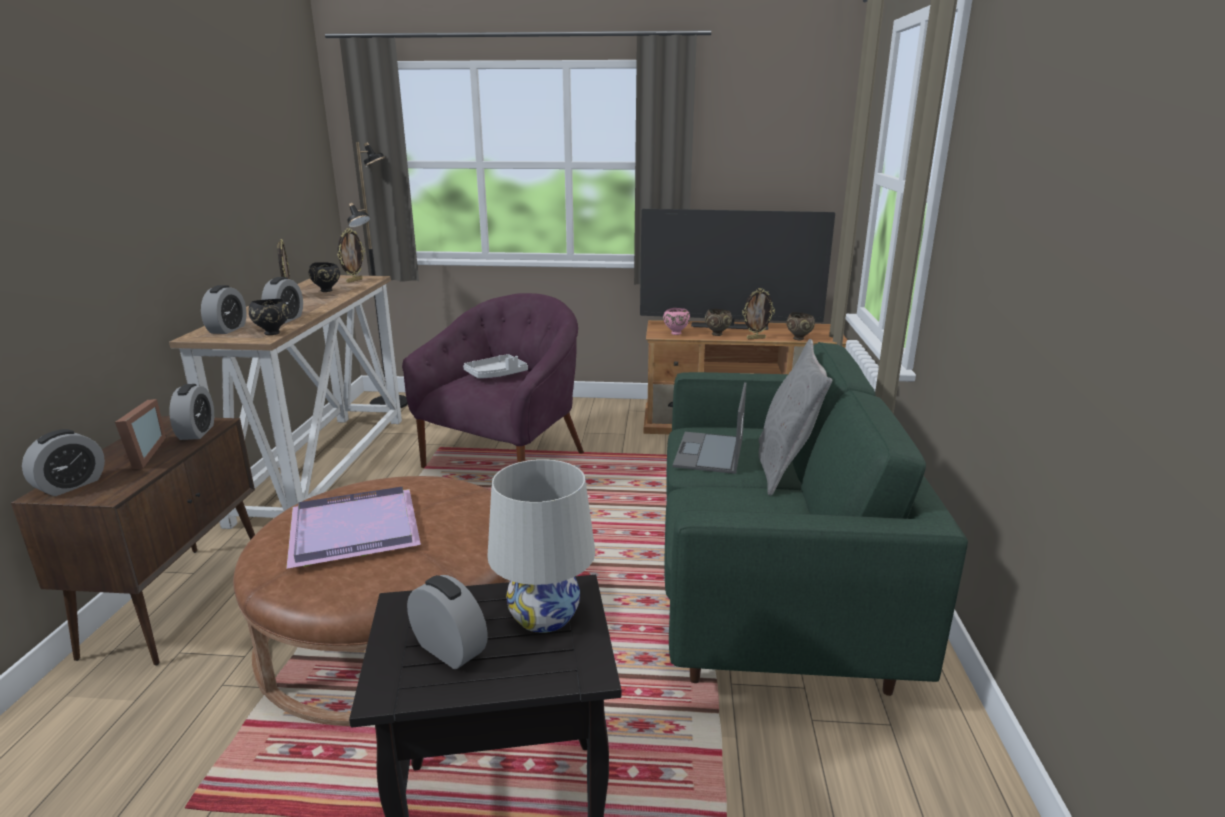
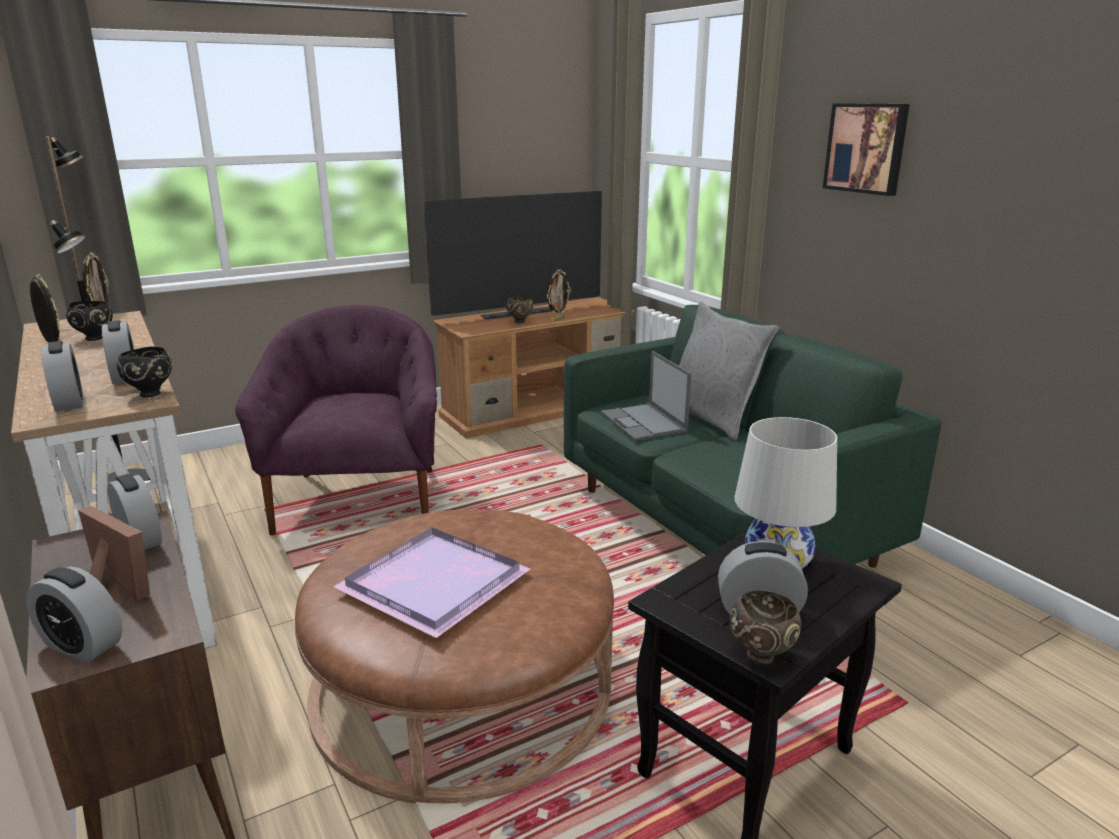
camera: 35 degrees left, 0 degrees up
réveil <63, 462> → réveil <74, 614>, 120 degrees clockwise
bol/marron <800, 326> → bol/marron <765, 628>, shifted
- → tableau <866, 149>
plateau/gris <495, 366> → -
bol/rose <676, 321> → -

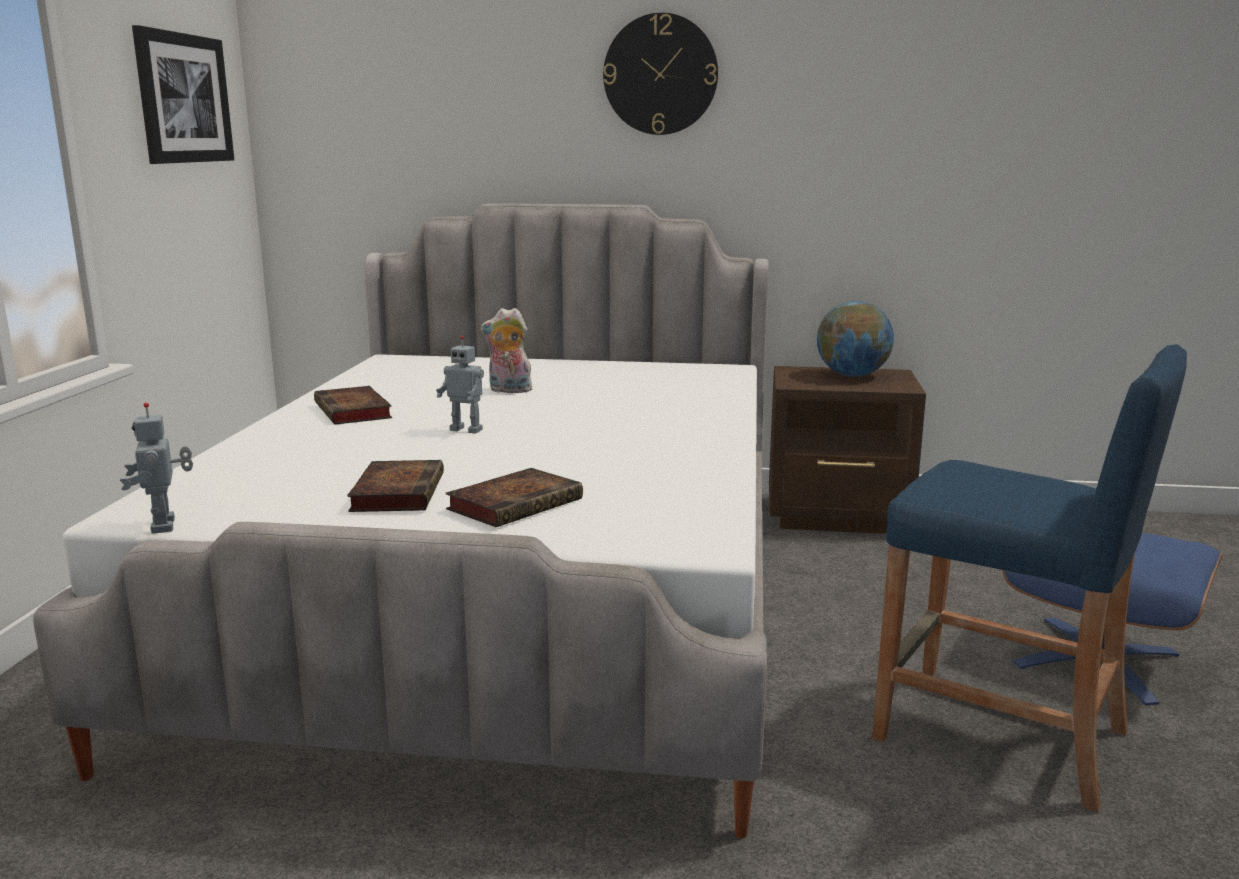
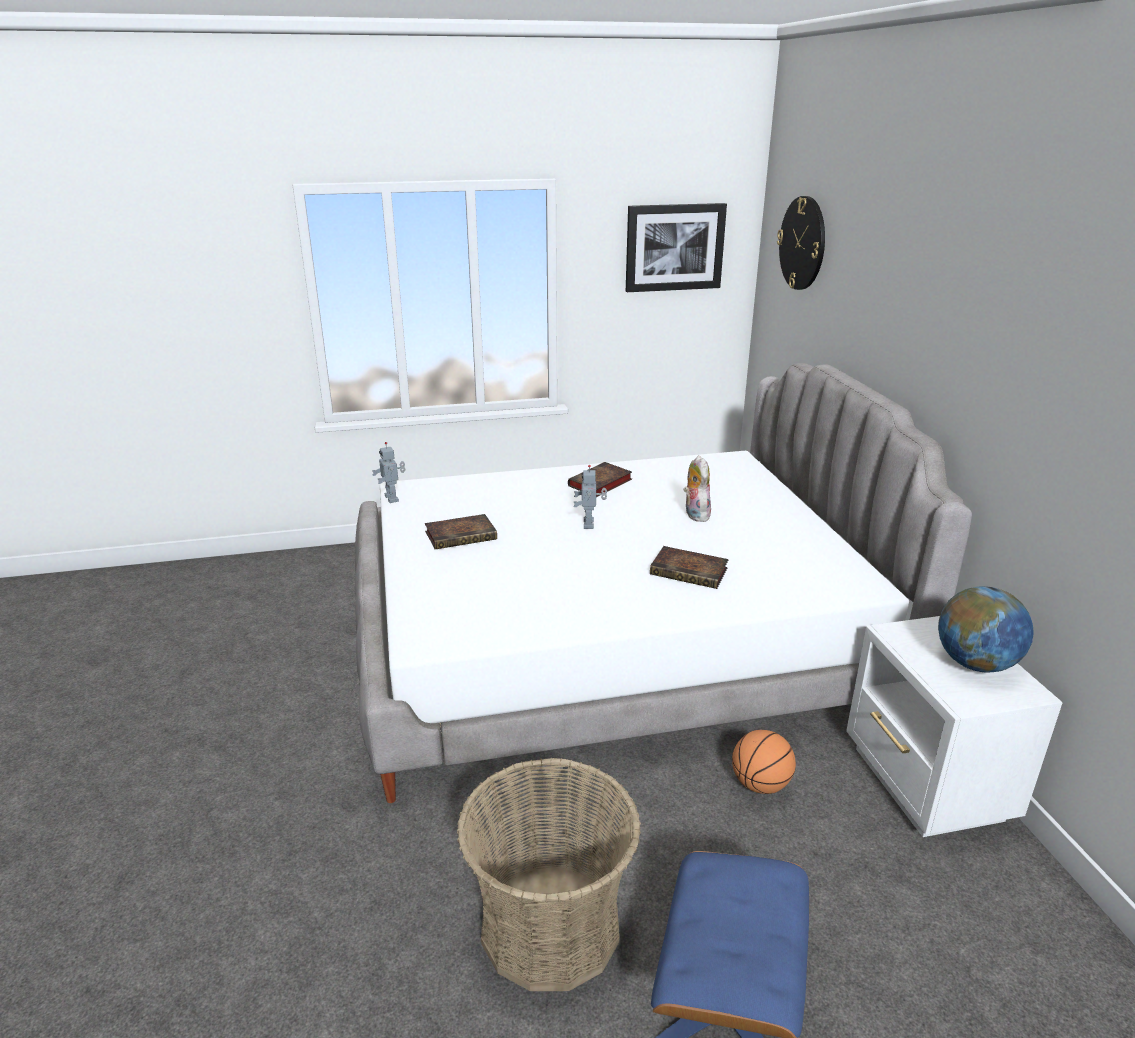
camera: 70 degrees right, 10 degrees up
robot jouet <156, 468> → robot jouet <388, 472>, 75 degrees counterclockwise
tabouret/bleu <1029, 578> → panier <549, 874>
livre <514, 497> → livre <689, 567>, shifted
- → ballon de basket <764, 762>
horloge murale <660, 74> → horloge murale <801, 243>, shifted
table de chevet/marron <847, 450> → table de chevet/blanc <954, 726>

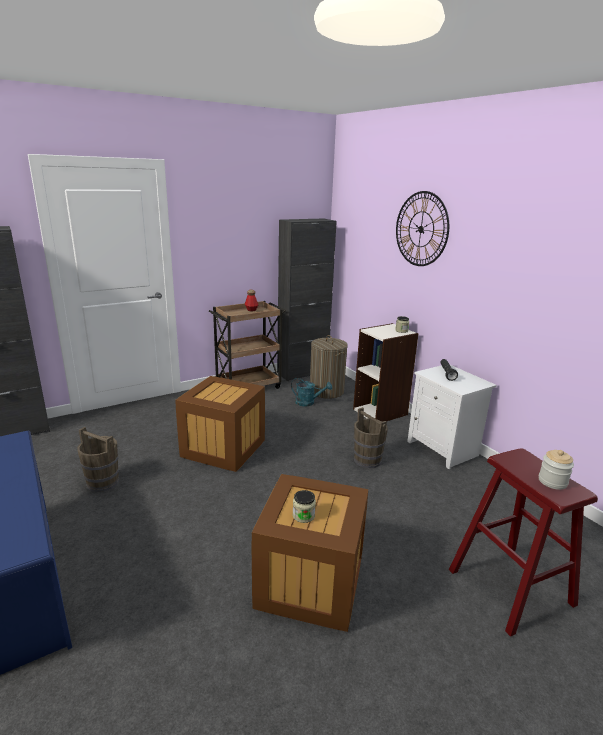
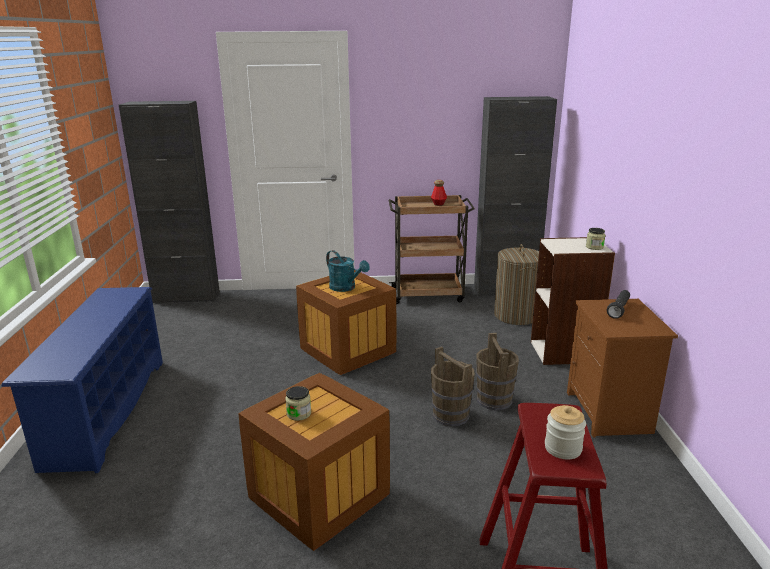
camera: 30 degrees right, 0 degrees up
arrosoir/turquoise <311, 392> → arrosoir/turquoise <348, 271>, shifted
seau/marron <98, 459> → seau/marron <453, 386>, shifted
table de chevet/blanc <452, 417> → table de chevet/marron <622, 368>
horloge murale <422, 228> → -

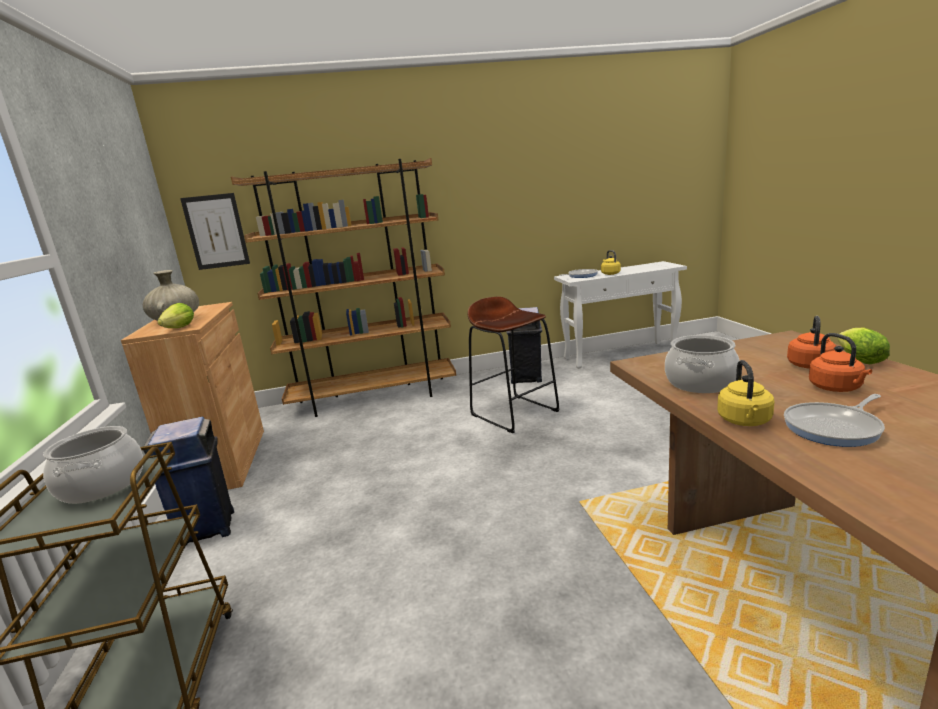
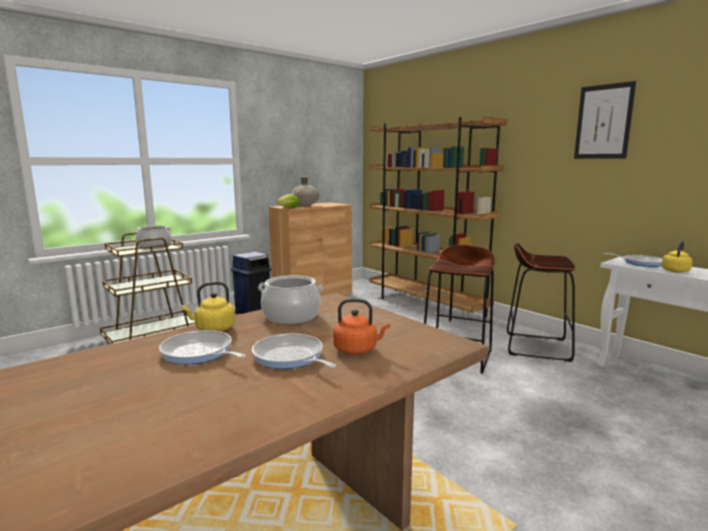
camera: 60 degrees right, 5 degrees down
bouilloire/orange <840, 362> → poêle <294, 351>
poubelle/bleu <524, 345> → tabouret/marron <541, 302>
tableau <215, 231> → tableau <605, 120>, shifted
laitue <863, 346> → -

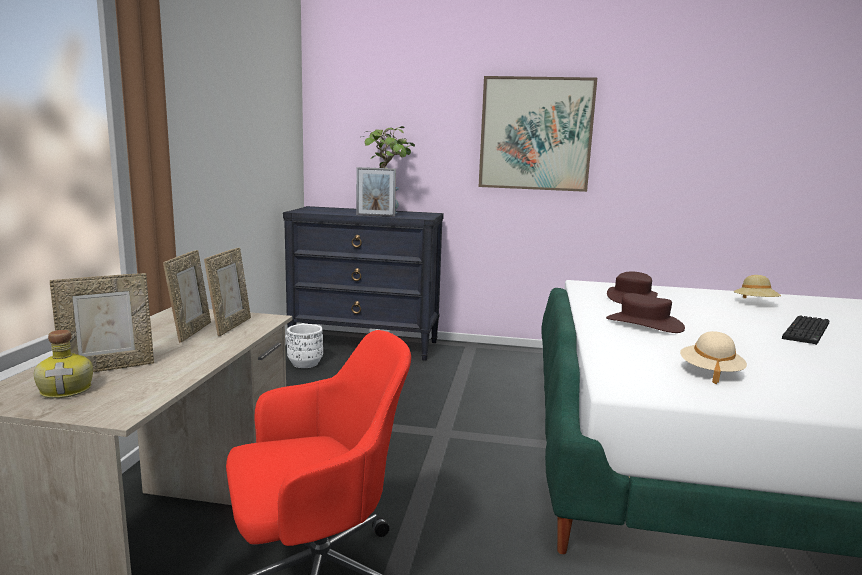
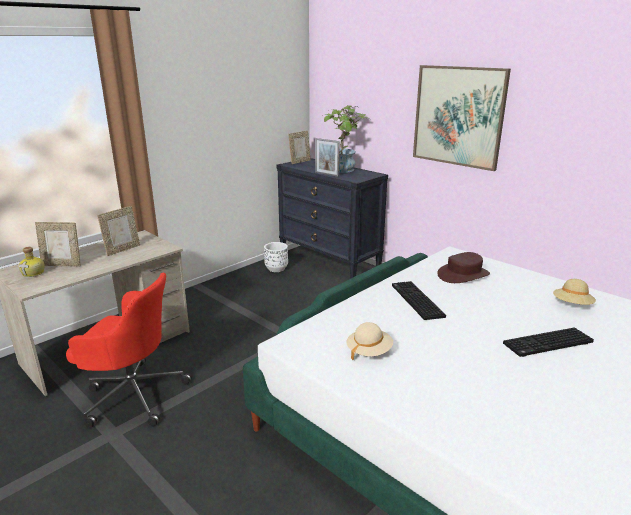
camera: 35 degrees right, 10 degrees up
cadre photo <227, 291> → cadre photo <299, 147>, shifted
chapeau/marron <645, 313> → clavier <419, 300>

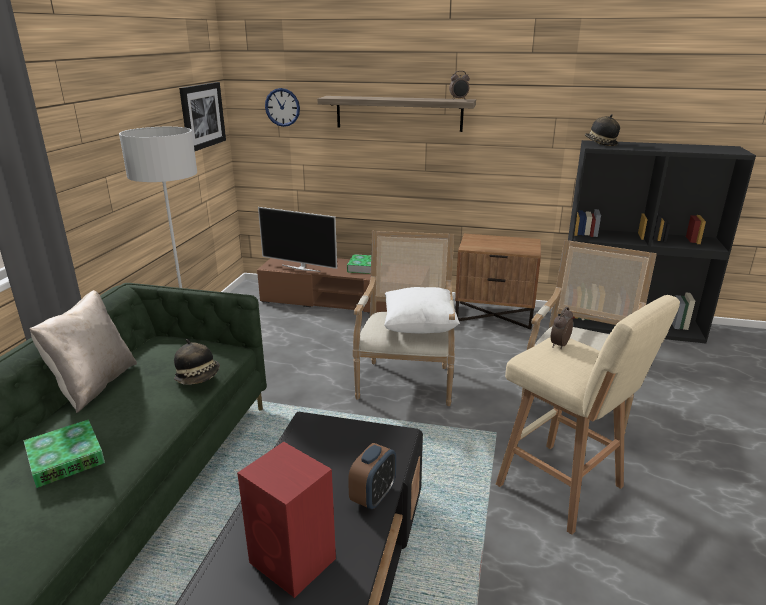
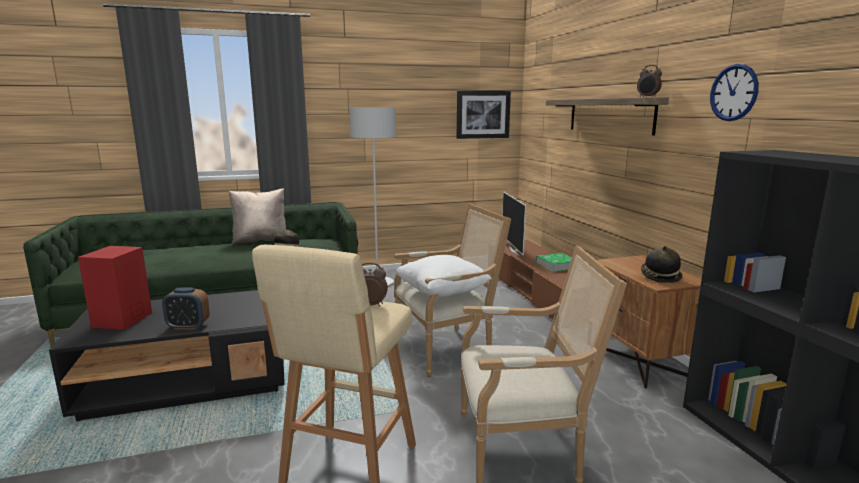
camera: 60 degrees right, 10 degrees down
chapeau <602, 130> → chapeau <661, 264>, shifted
horloge murale <282, 107> → horloge murale <734, 92>, shifted
livre <64, 453> → -

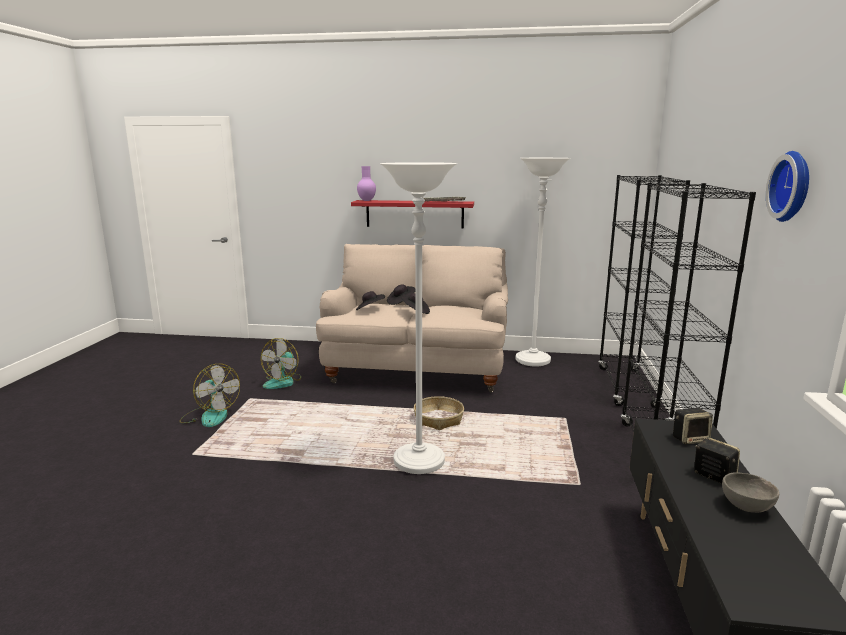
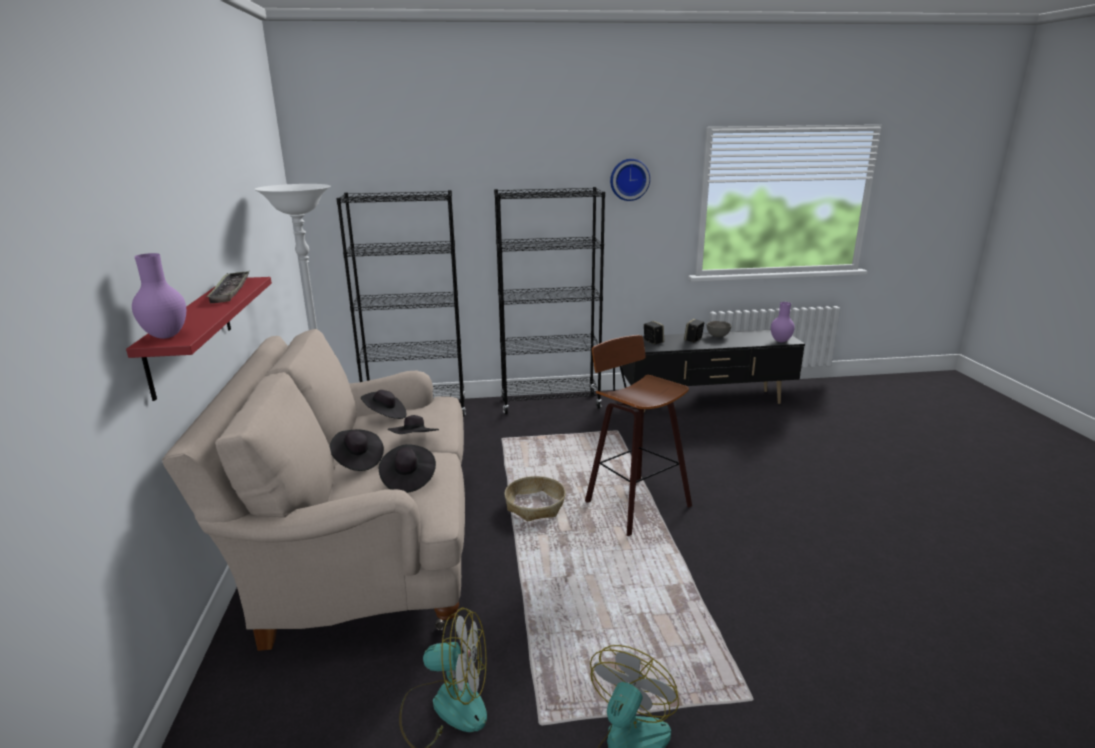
camera: 105 degrees left, 5 degrees up
- → chapeau/noir <384, 404>
lampadaire/blanc <418, 318> → tabouret <638, 435>
- → vase/violet <783, 322>

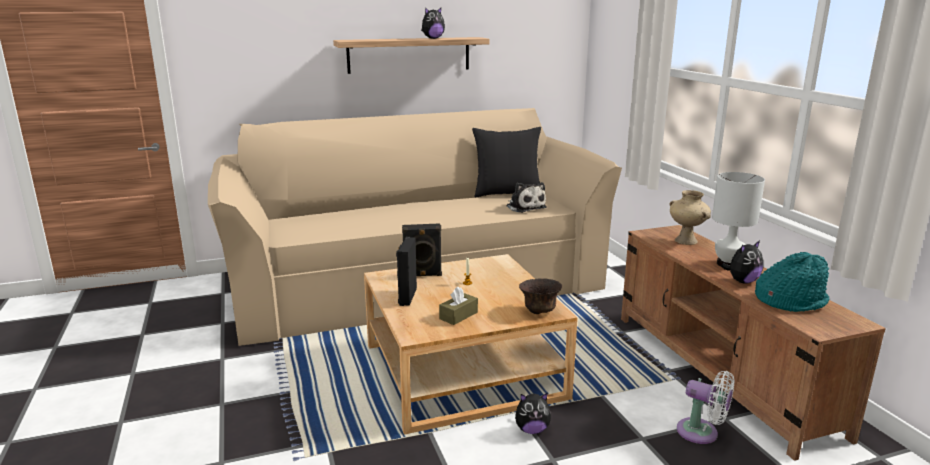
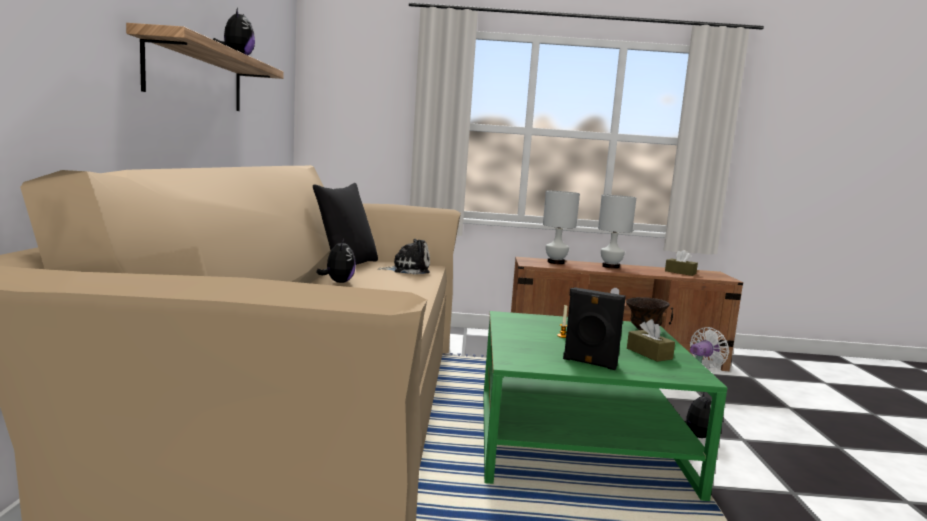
camera: 70 degrees left, 10 degrees down
peluche <742, 262> → peluche <336, 261>, shifted
table basse/beige <471, 344> → table basse/vert <605, 406>
vase/beige <690, 217> → lampe de table/blanc <561, 227>
chapeau/turquoise <792, 282> → boîte à mouchoirs/marron <681, 263>
enceinte/noir <422, 249> → -

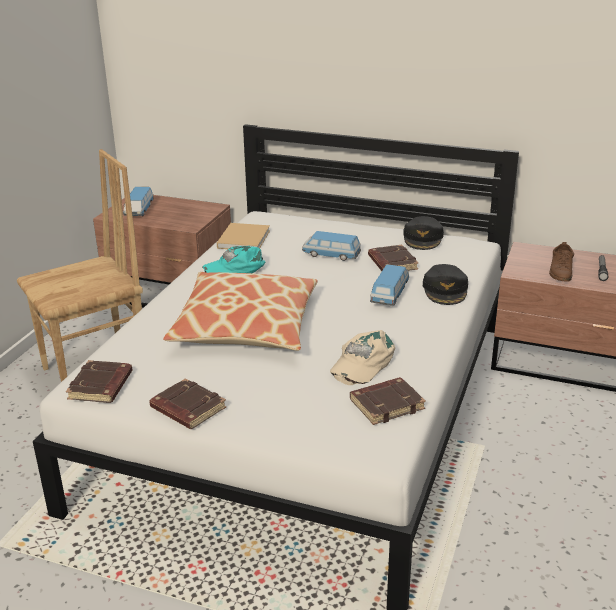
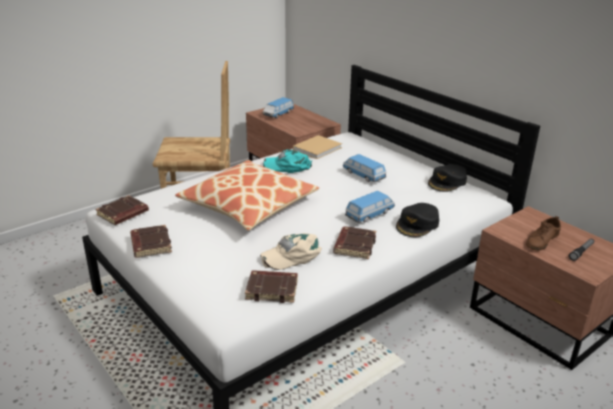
camera: 30 degrees right, 0 degrees up
livre/marron <393, 258> → livre/marron <354, 242>, shifted

